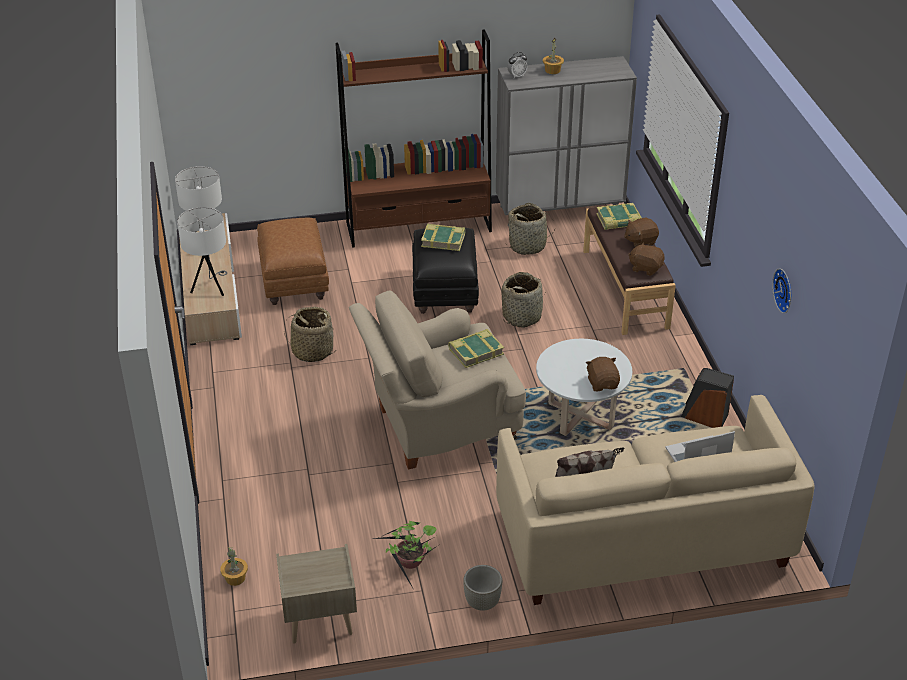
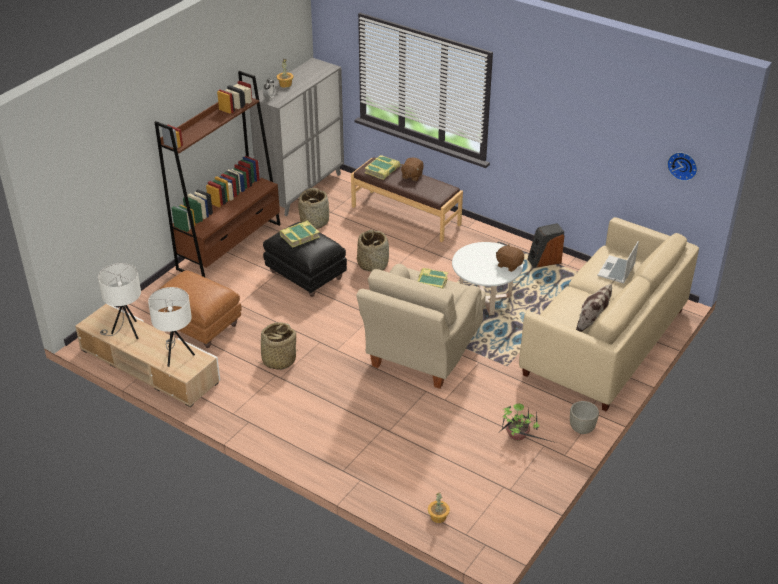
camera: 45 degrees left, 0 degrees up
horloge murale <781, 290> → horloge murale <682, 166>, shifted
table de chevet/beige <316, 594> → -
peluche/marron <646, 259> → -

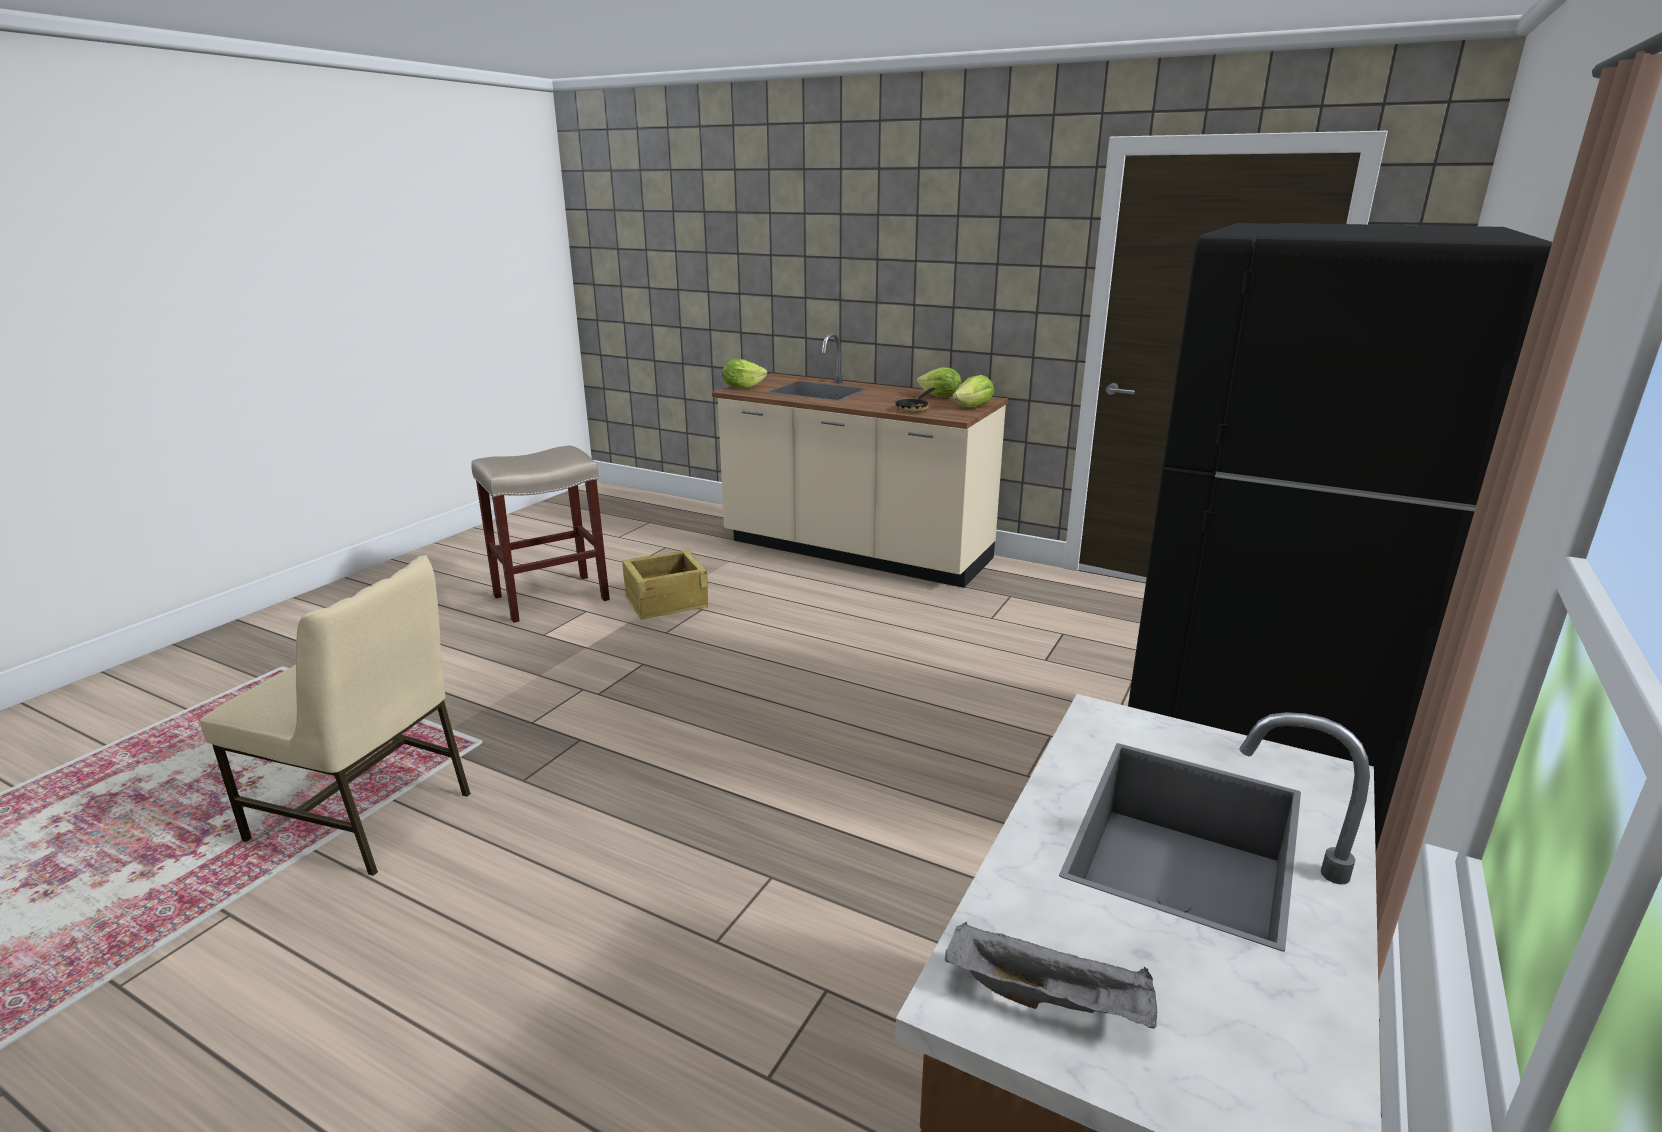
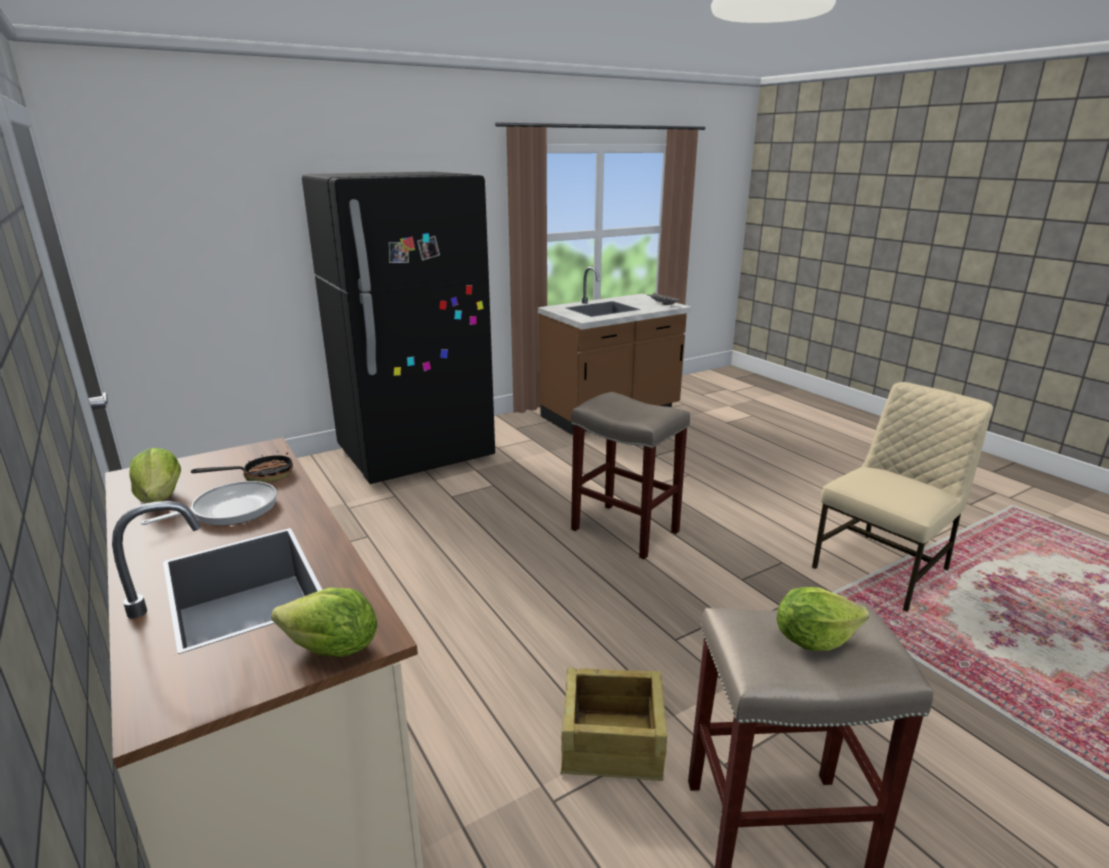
camera: 150 degrees left, 0 degrees up
- → poêle <209, 503>
- → tabouret/beige <630, 475>
laitue <973, 391> → laitue <823, 619>, shifted
chaise/beige <335, 715> → chaise/beige <902, 497>, 90 degrees clockwise

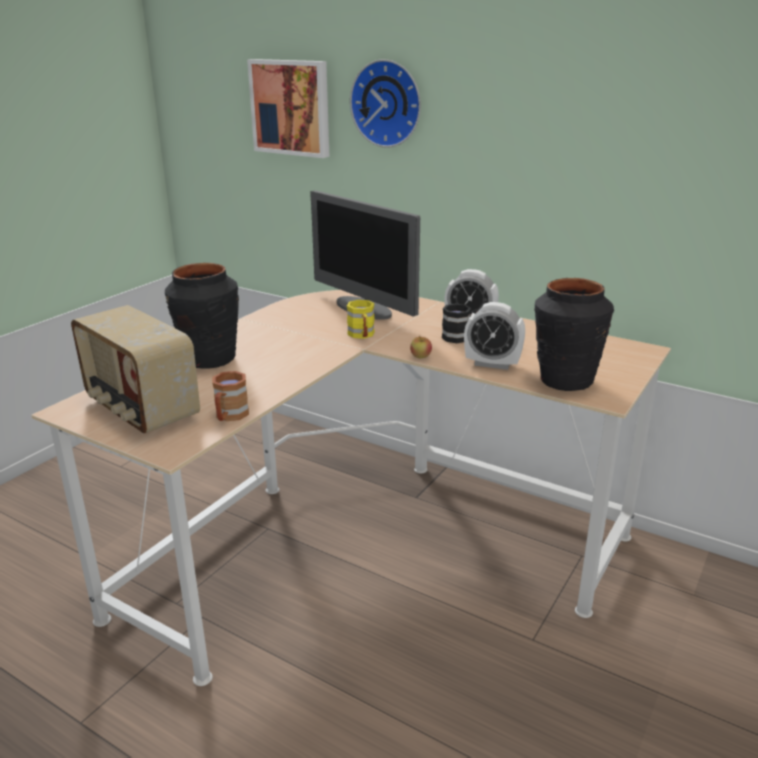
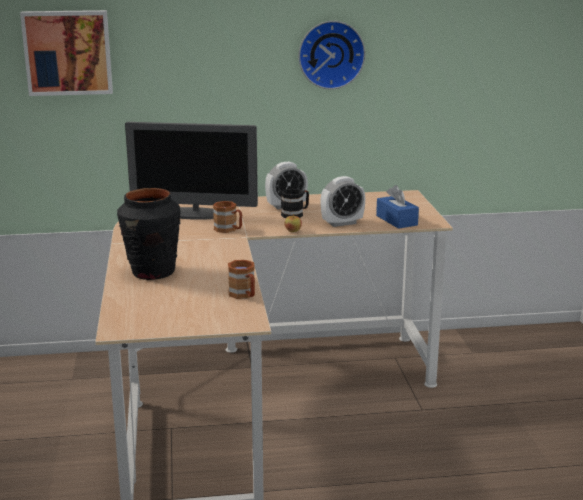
camera: 40 degrees left, 5 degrees down
mug/jaune <361, 319> → mug/marron <227, 217>
horloge murale <385, 103> → horloge murale <332, 55>, shifted
vase/noir <574, 334> → boîte à mouchoirs/bleu <397, 207>
radio <135, 369> → -

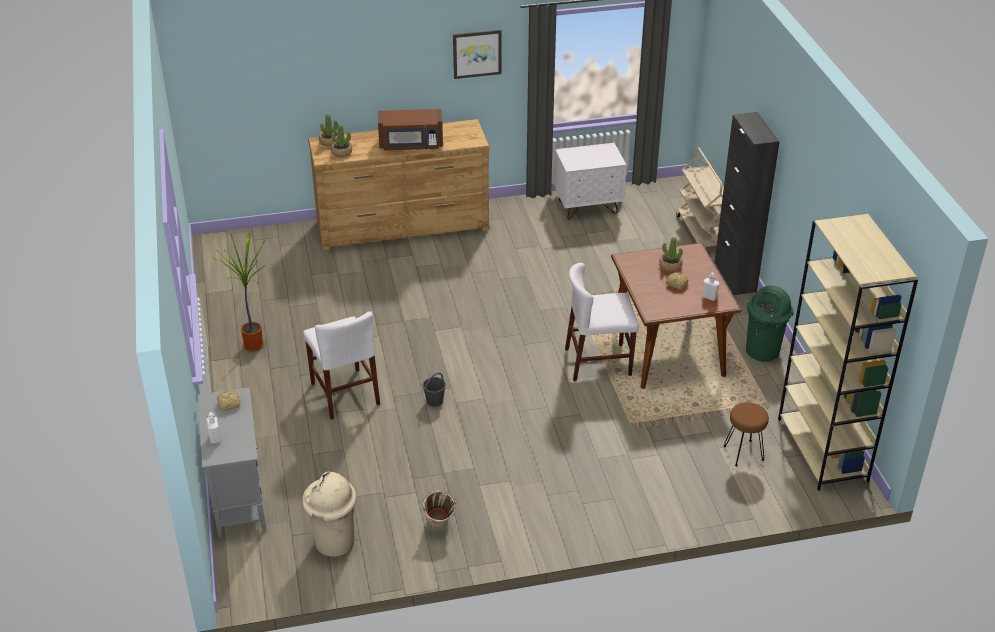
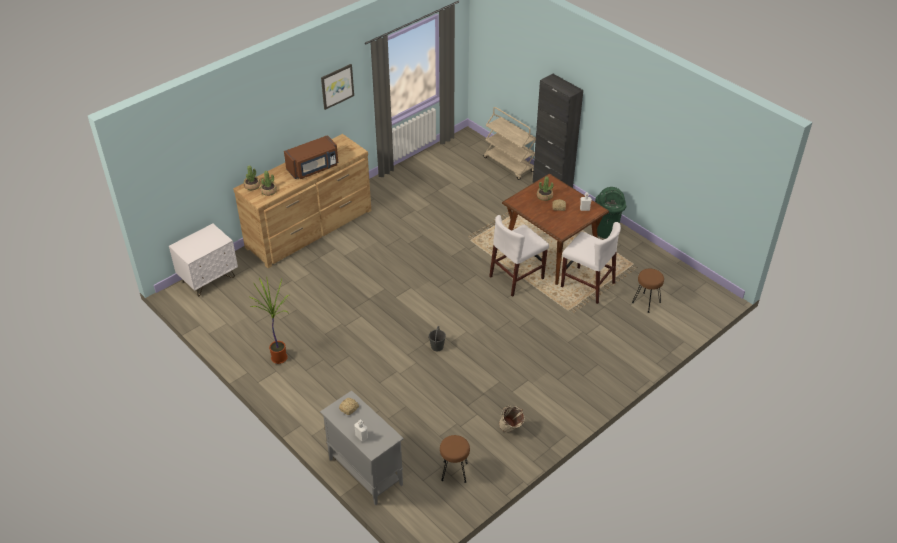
camera: 30 degrees left, 5 degrees up
table de chevet/blanc <590, 181> → table de chevet/blanc <203, 260>, shifted
poubelle/beige <329, 514> → tabouret/marron <455, 459>
chaise/blanc <341, 365> → chaise/blanc <591, 263>, shifted
bibliothèque/beige <848, 352> → -

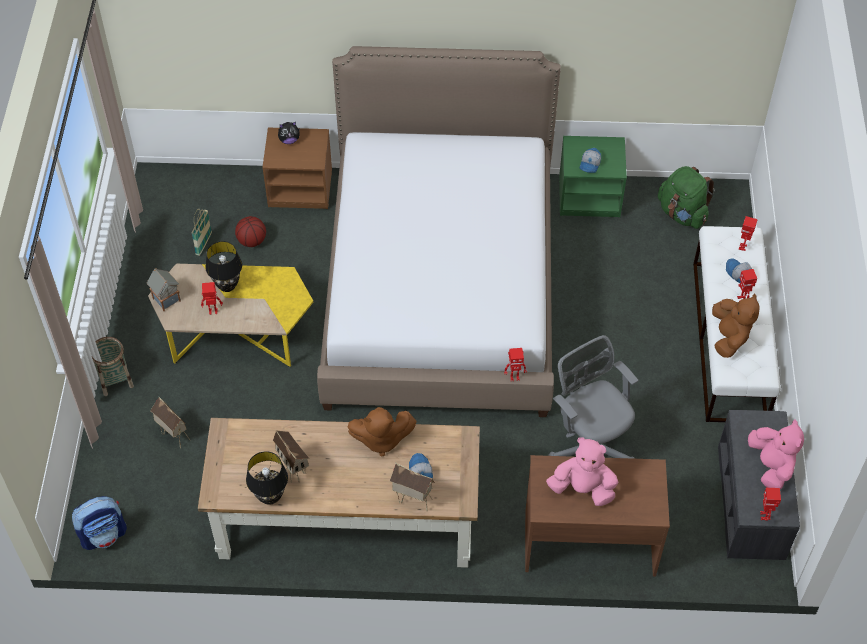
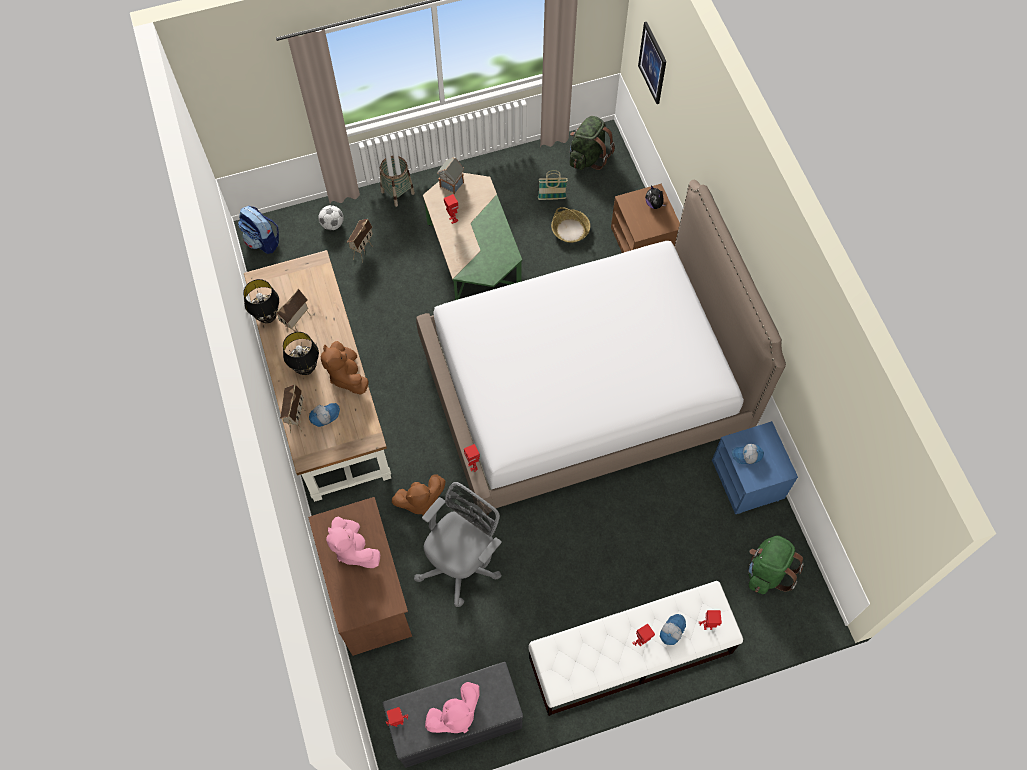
camera: 70 degrees right, 10 degrees up
lampe de table/noir <223, 266> → lampe de table/noir <301, 353>, shifted
- → ballon de foot <331, 217>
peluche/rose <582, 471> → peluche/rose <353, 542>, 150 degrees clockwise
peluche/marron <736, 326> → peluche/marron <419, 494>, shifted
table basse/jaune <230, 315> → table basse/vert <472, 236>
ballon de basket <250, 231> → panier <570, 225>
- → sac à dos/vert <592, 143>
- → tableau <652, 63>
table de chevet/vert <593, 176> → table de chevet/bleu <755, 467>

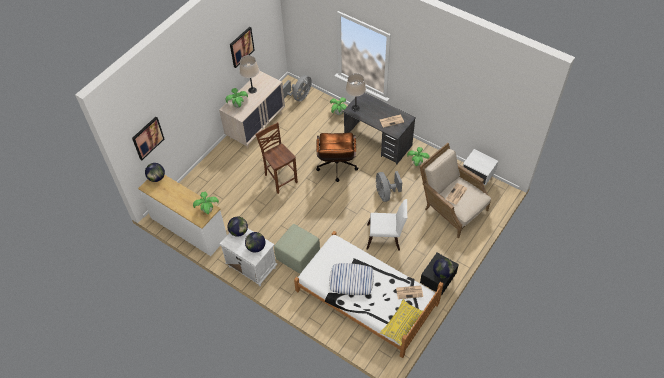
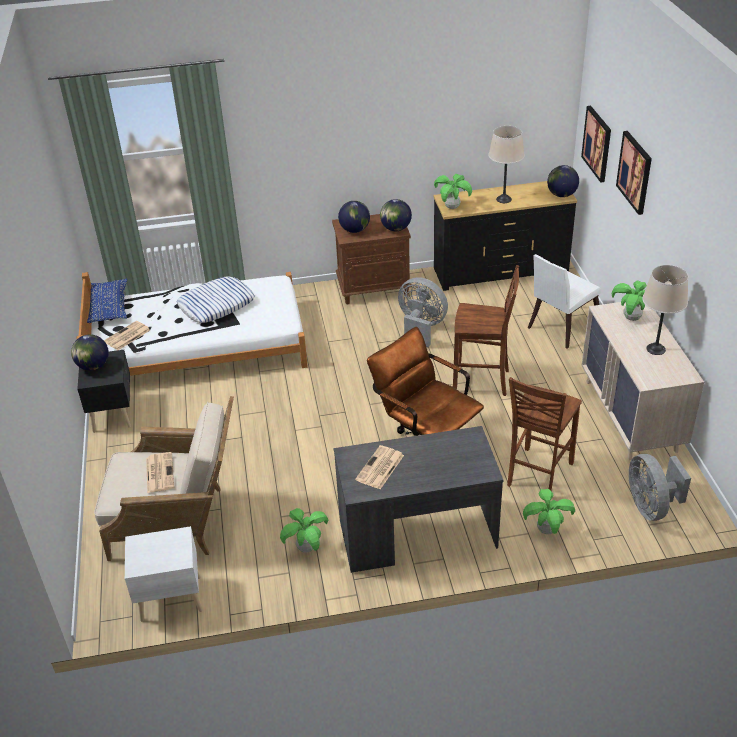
camera: 135 degrees right, 15 degrees down
coussin/jaune <401, 322> → coussin/bleu <107, 300>
table de chevet/blanc <249, 257> → table de chevet/marron <371, 259>
ventilateur/gris <389, 186> → ventilateur/gris <423, 312>, shifted
commode/blanc <182, 215> → commode/noir <505, 236>
lampe de table/beige <356, 92> → lampe de table/beige <507, 164>, shifted
- → chaise/marron <544, 433>
chaise/blanc <387, 225> → chaise/blanc <564, 301>, shifted
tableau <242, 47> → tableau <634, 173>, shifted
pouf/vert <297, 249> → -

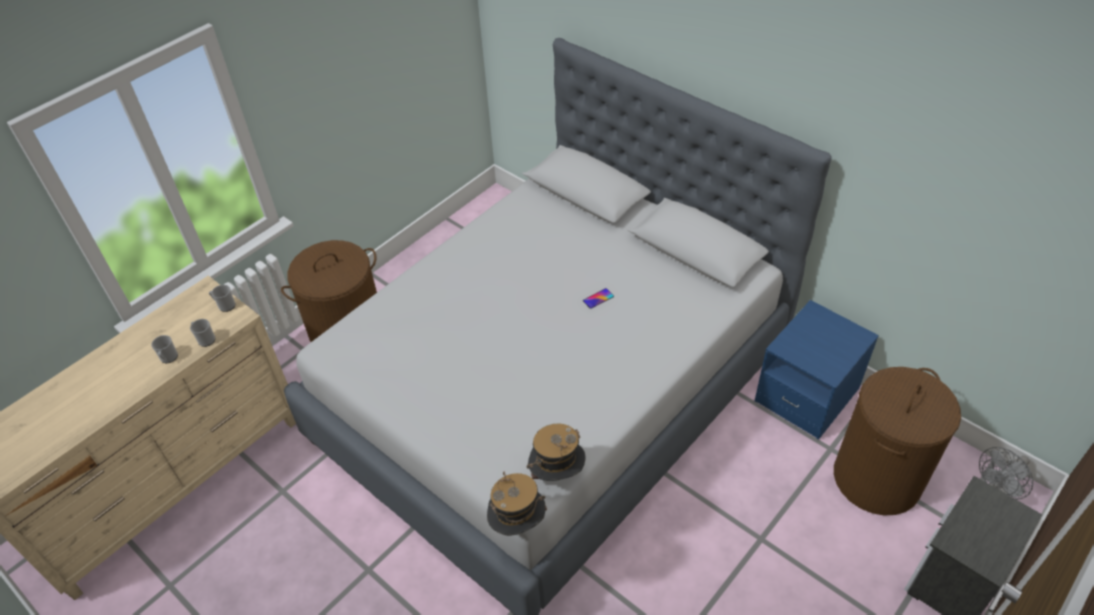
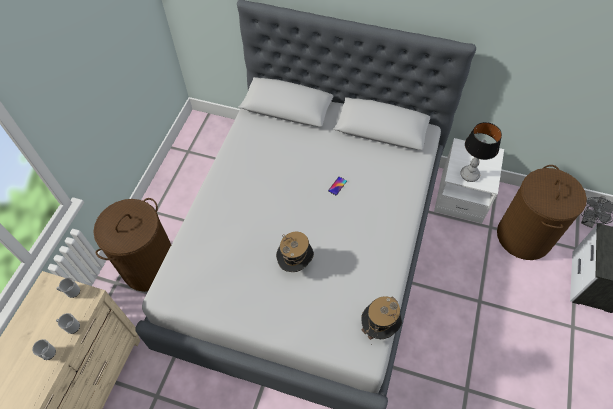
camera: 25 degrees left, 10 degrees up
chapeau <517, 504> → chapeau <295, 252>, shifted
table de chevet/bleu <816, 370> → table de chevet/blanc <469, 181>
- → lampe de table <481, 152>

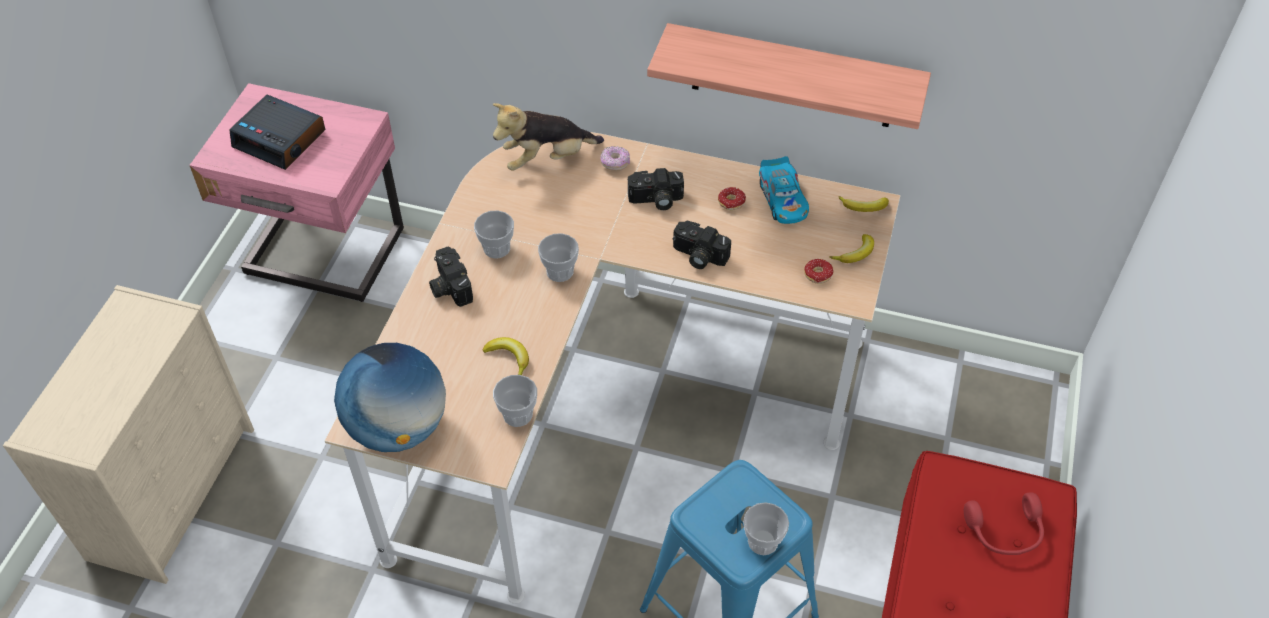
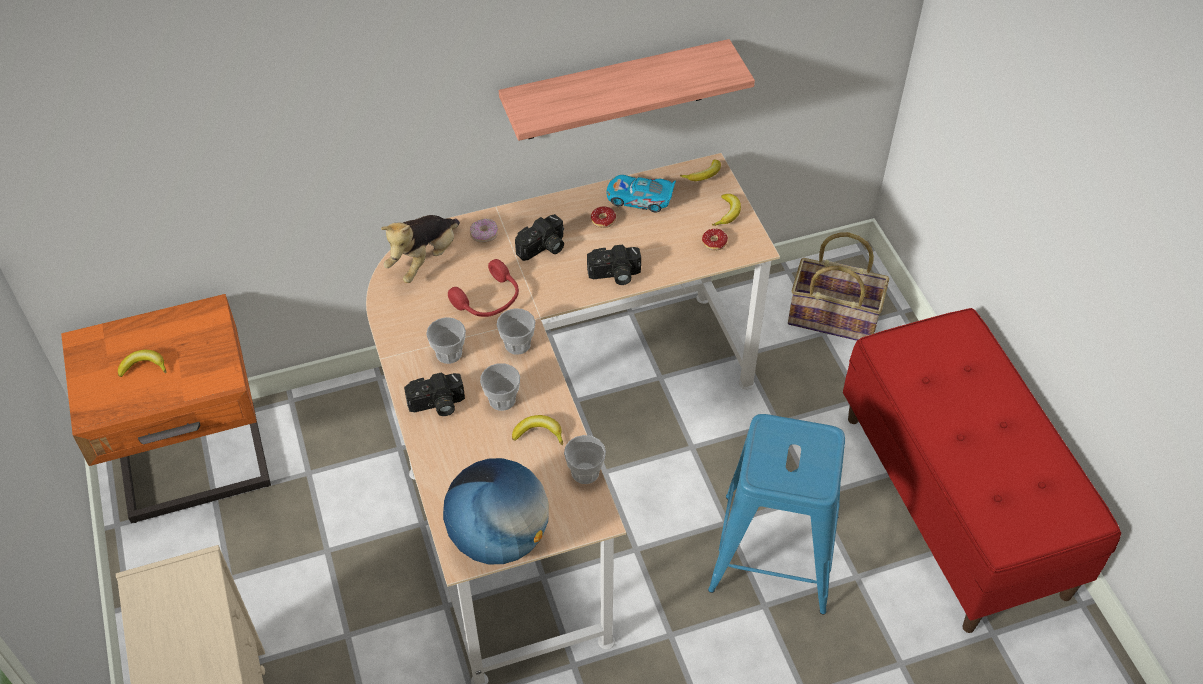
camera: 35 degrees left, 0 degrees up
table de chevet/rose <297, 192> → table de chevet/orange <166, 408>
réveil <277, 132> → banane <142, 363>
appareil photo <451, 277> → appareil photo <434, 394>, 45 degrees counterclockwise
casque audio/rouge <1004, 523> → casque audio/rouge <483, 288>, shifted
tasse <766, 528> → tasse <500, 387>, shifted
petite voiture <784, 190> → petite voiture <641, 194>, 150 degrees clockwise
- → panier <838, 286>

